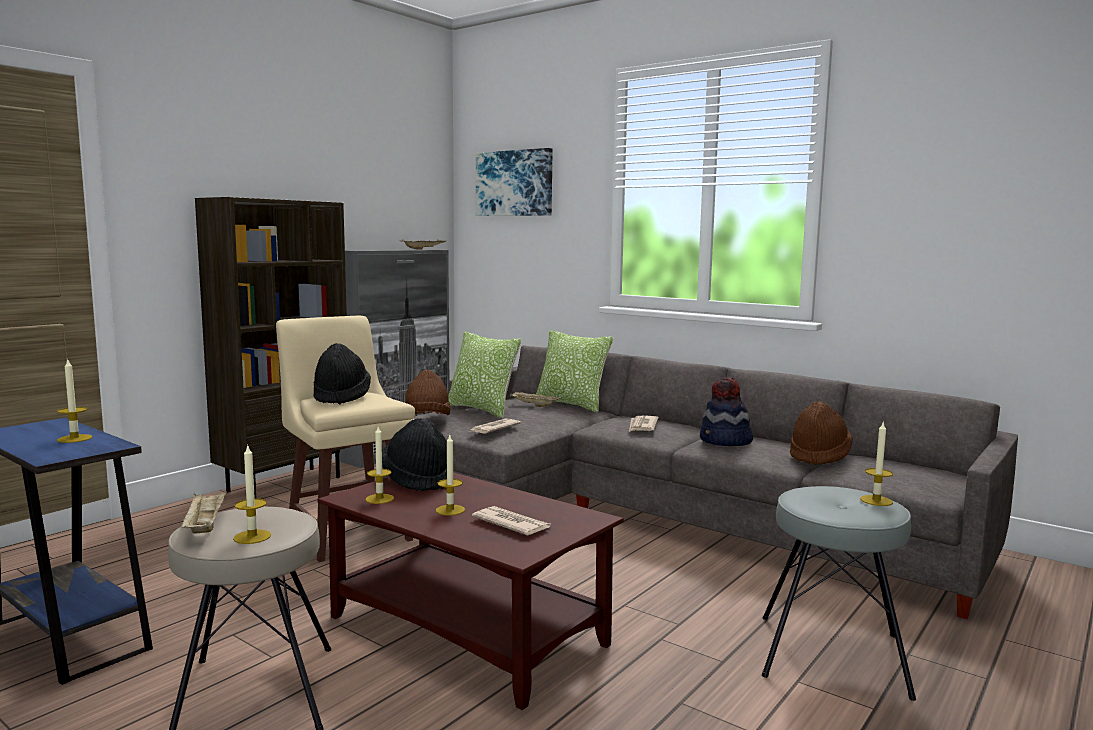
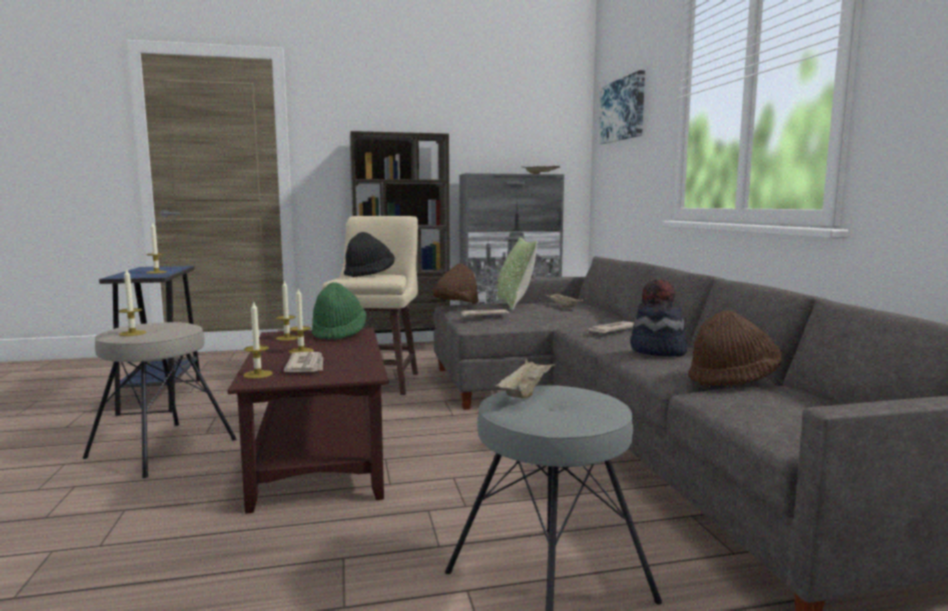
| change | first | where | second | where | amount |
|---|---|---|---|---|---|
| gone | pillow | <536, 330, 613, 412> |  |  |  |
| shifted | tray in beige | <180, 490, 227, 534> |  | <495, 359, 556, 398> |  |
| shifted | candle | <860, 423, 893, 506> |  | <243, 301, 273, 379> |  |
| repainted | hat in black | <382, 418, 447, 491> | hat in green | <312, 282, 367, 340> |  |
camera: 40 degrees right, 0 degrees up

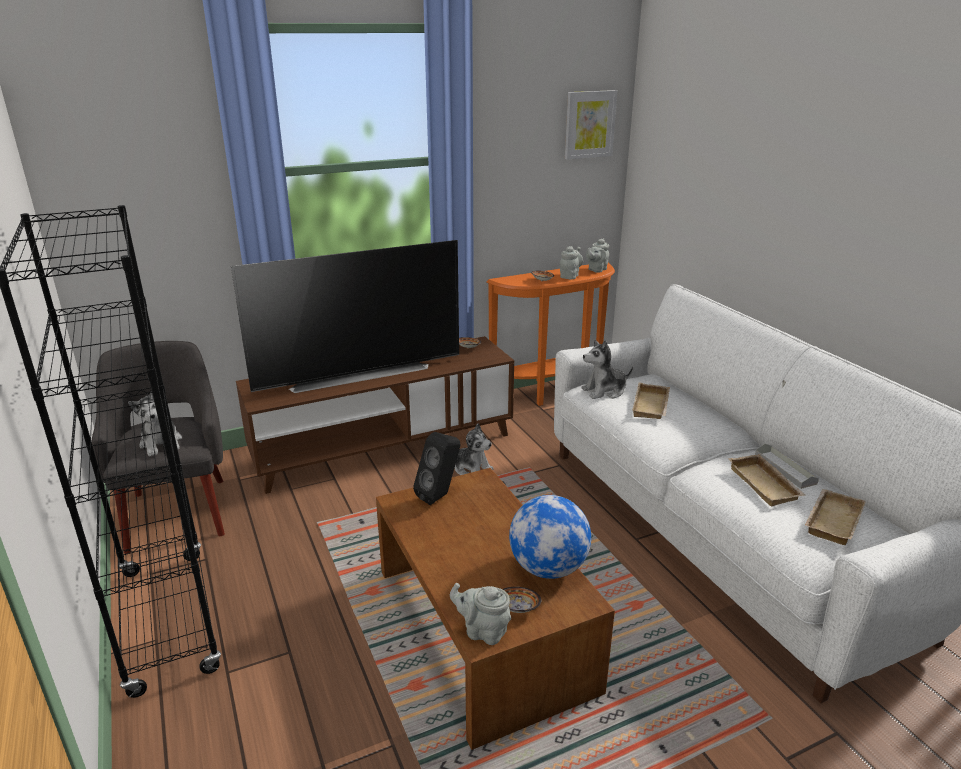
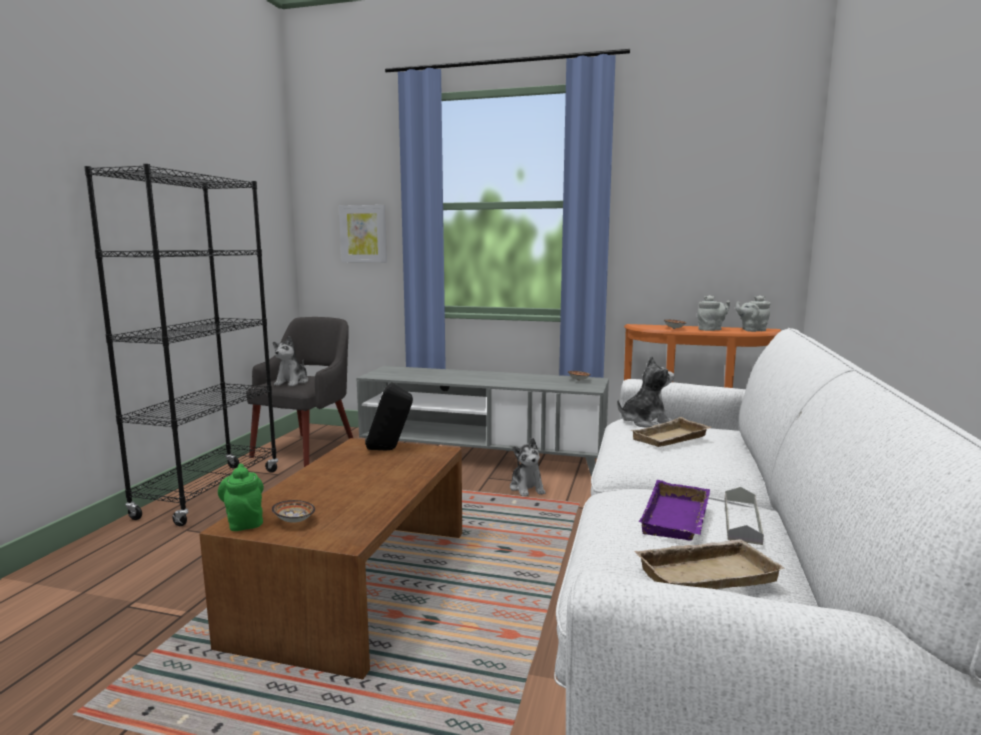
| change | first | where | second | where | amount |
|---|---|---|---|---|---|
| gone | television | <231, 240, 459, 393> |  |  |  |
| gone | globe | <509, 495, 591, 579> |  |  |  |
| shifted | picture | <565, 90, 617, 160> |  | <339, 205, 387, 263> |  |
| repainted | tv stand in brown | <236, 336, 514, 494> | tv stand in grey | <356, 366, 609, 477> |  |
| repainted | teapot in grey | <450, 583, 511, 645> | teapot in green | <218, 464, 264, 531> |  |
| repainted | tray in beige | <728, 454, 805, 507> | tray in purple | <639, 480, 710, 541> |  |
| rotated | plush toy | <581, 340, 633, 399> |  | <617, 356, 674, 428> | 135 degrees clockwise |
camera: 40 degrees right, 15 degrees down

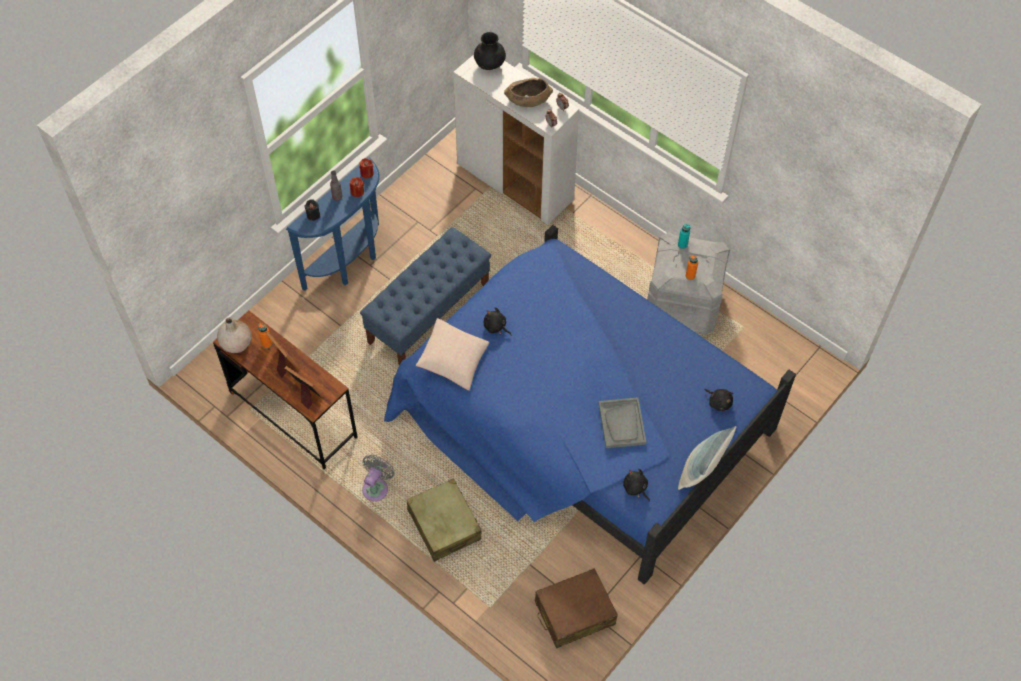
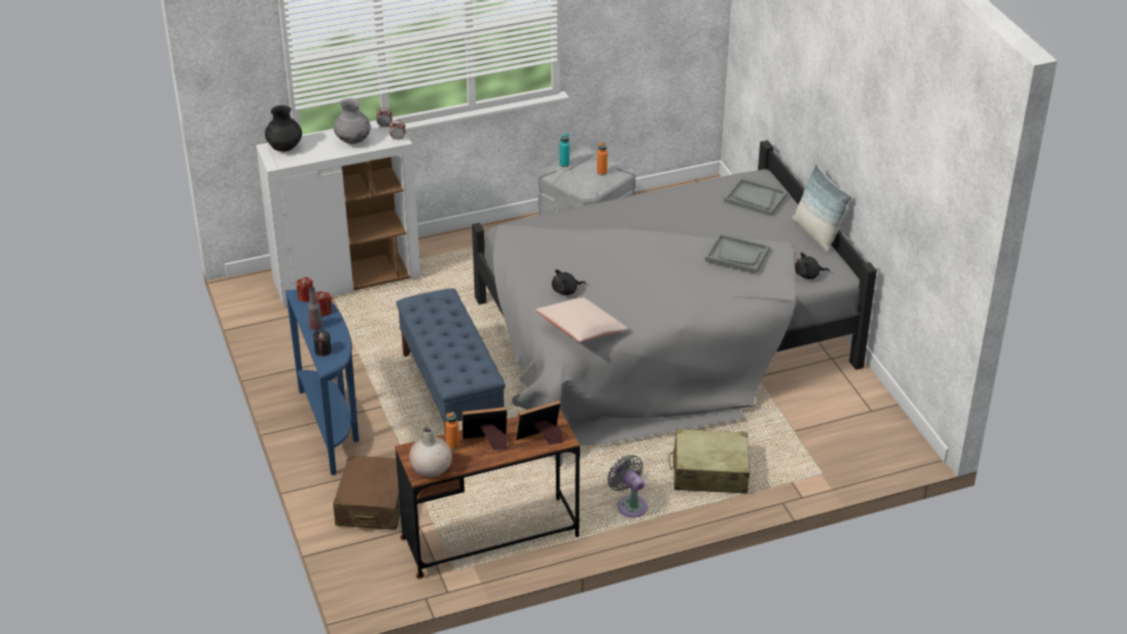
| change | first | where | second | where | amount |
|---|---|---|---|---|---|
| shifted | suitcase in brown | <535, 568, 618, 648> |  | <333, 455, 401, 530> |  |
| swapped | bowl in brown | <504, 78, 553, 107> | vase in grey | <334, 98, 371, 144> |  |
| swapped | plush toy in black | <704, 389, 733, 411> | tray in grey | <724, 178, 788, 216> |  |
| repainted | bed in blue | <384, 225, 796, 584> | bed in grey | <472, 140, 877, 466> |  |
camera: 60 degrees left, 20 degrees down

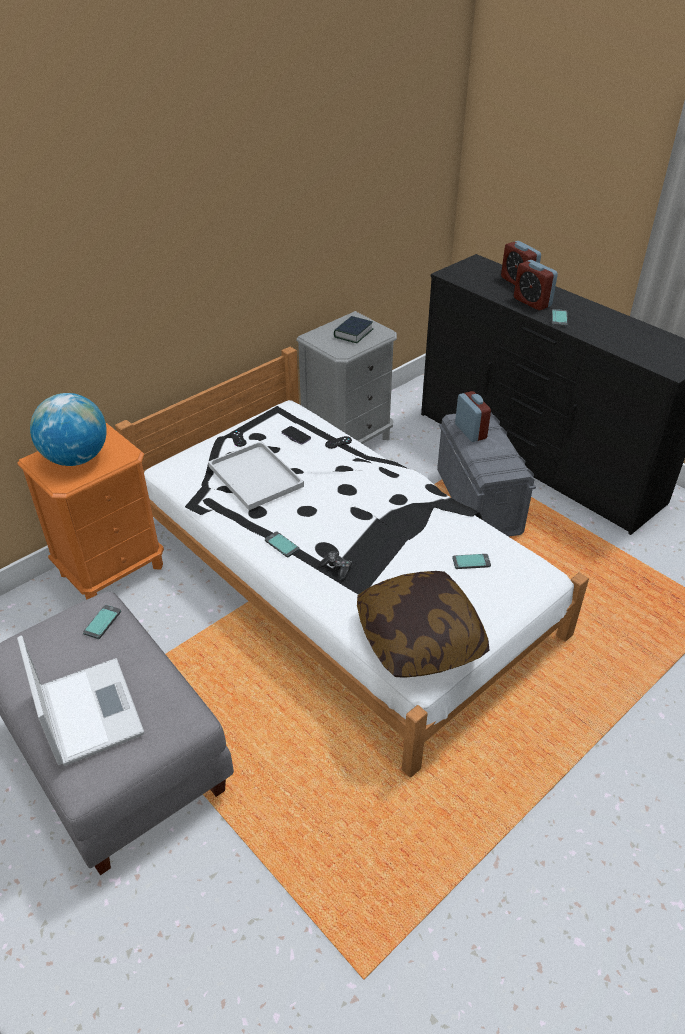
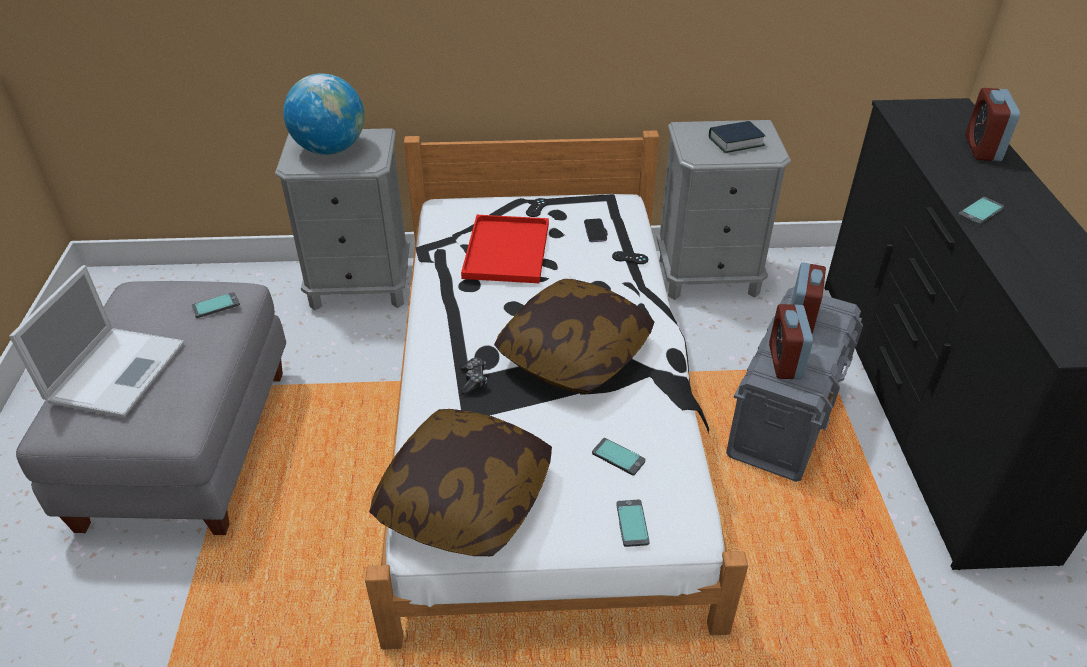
| change | first | where | second | where | amount |
|---|---|---|---|---|---|
| new |  |  | pillow | <494, 279, 654, 394> |  |
| shifted | phone | <265, 531, 299, 557> |  | <616, 500, 650, 547> |  |
| shifted | alarm clock | <514, 260, 558, 310> |  | <769, 304, 813, 379> |  |
| repainted | nightstand in orange | <17, 423, 164, 600> | nightstand in grey | <275, 128, 410, 310> |  |
| repainted | tray in white | <208, 441, 304, 510> | tray in red | <461, 215, 549, 283> |  |
camera: 40 degrees right, 0 degrees up

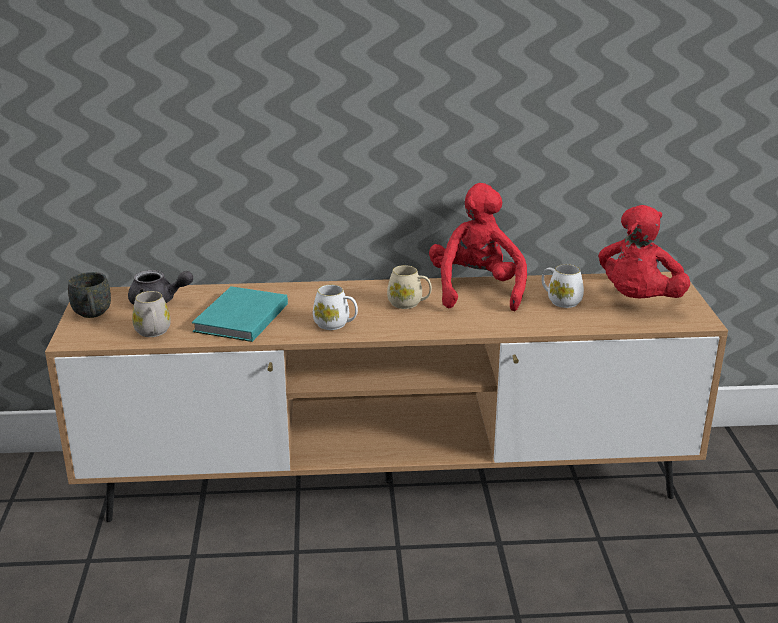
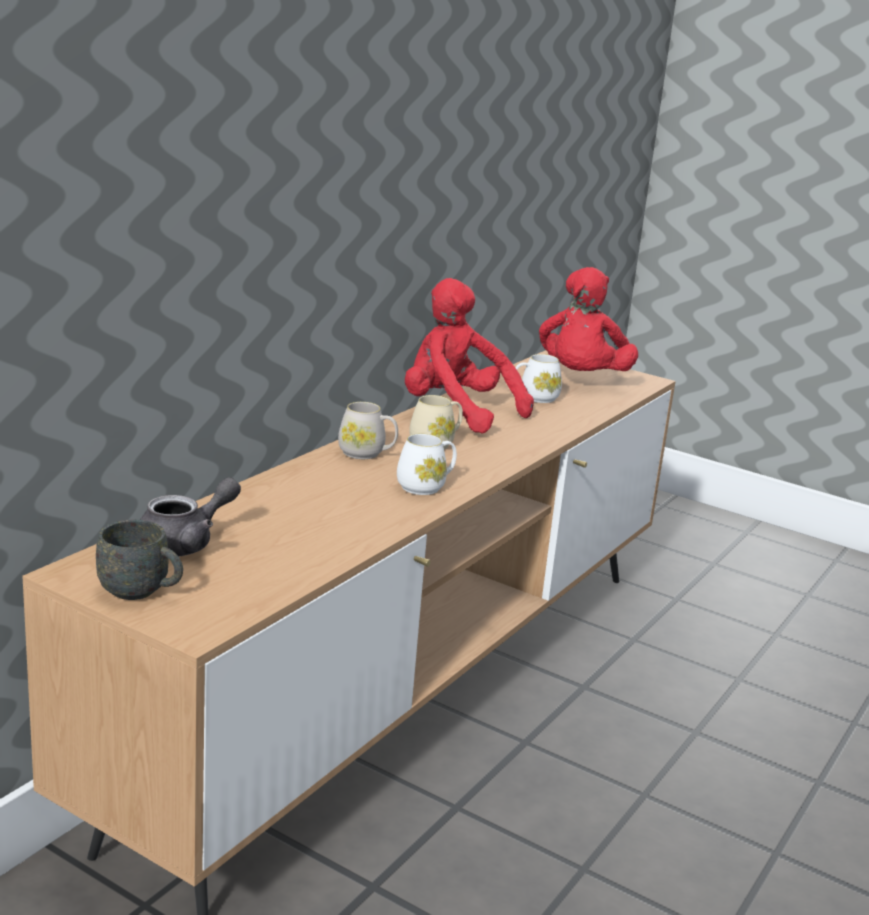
| change | first | where | second | where | amount |
|---|---|---|---|---|---|
| gone | book in turquoise | <192, 286, 288, 342> |  |  |  |
| shifted | mug in white | <132, 291, 171, 337> |  | <338, 402, 398, 459> |  |
| rotated | plush toy in red | <598, 205, 690, 299> |  | <539, 267, 638, 371> | 45 degrees clockwise |
camera: 55 degrees left, 5 degrees down

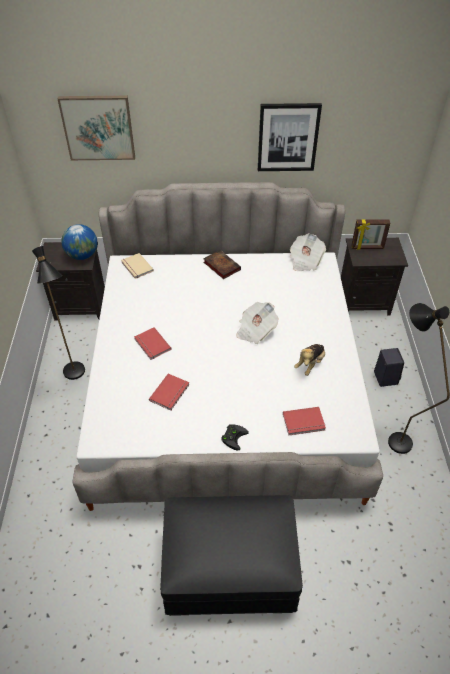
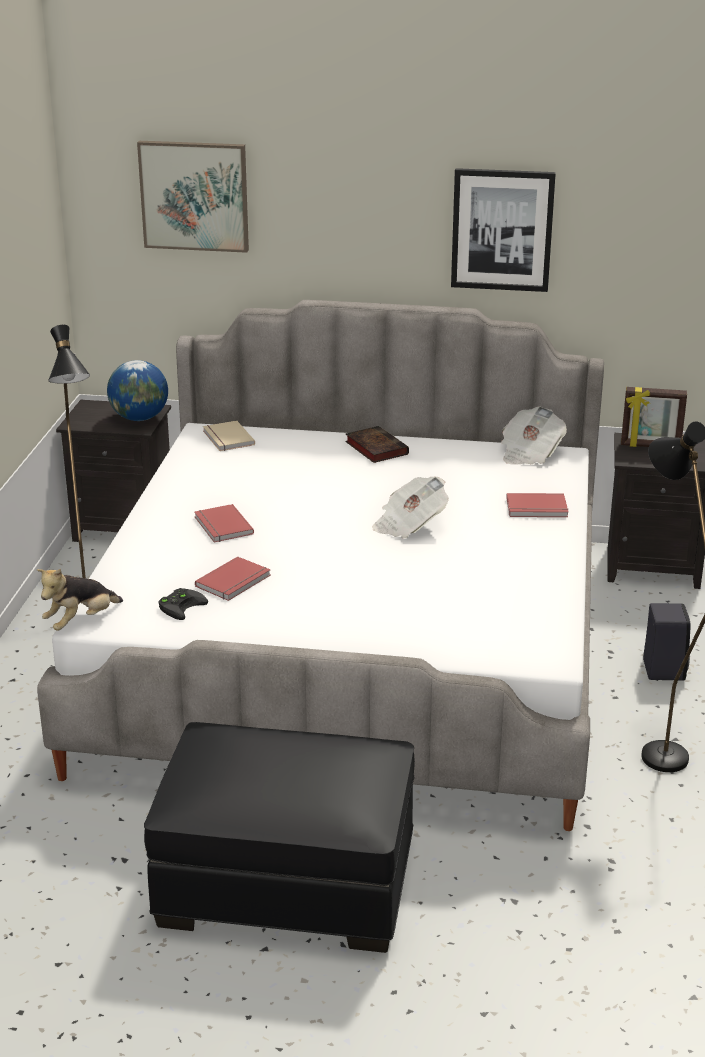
| change | first | where | second | where | amount |
|---|---|---|---|---|---|
| shifted | game controller in black | <221, 424, 249, 451> |  | <158, 588, 208, 620> |  |
| shifted | book in red | <283, 407, 326, 435> |  | <506, 493, 568, 517> |  |
| shifted | plush toy | <294, 344, 325, 376> |  | <37, 569, 123, 631> |  |
camera: 10 degrees right, 20 degrees down

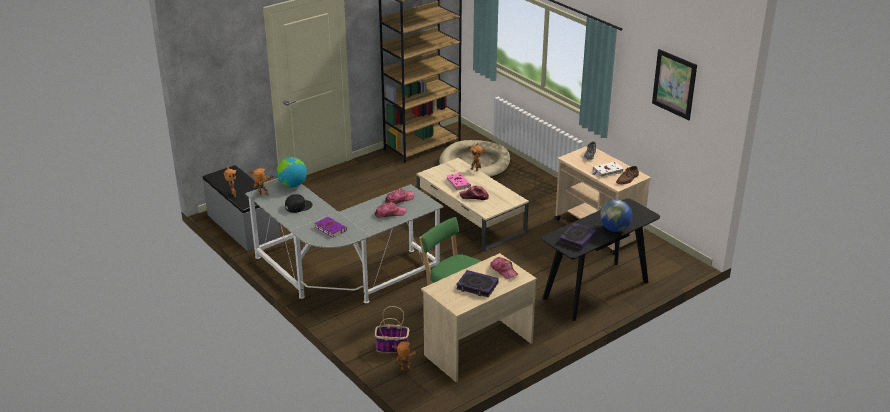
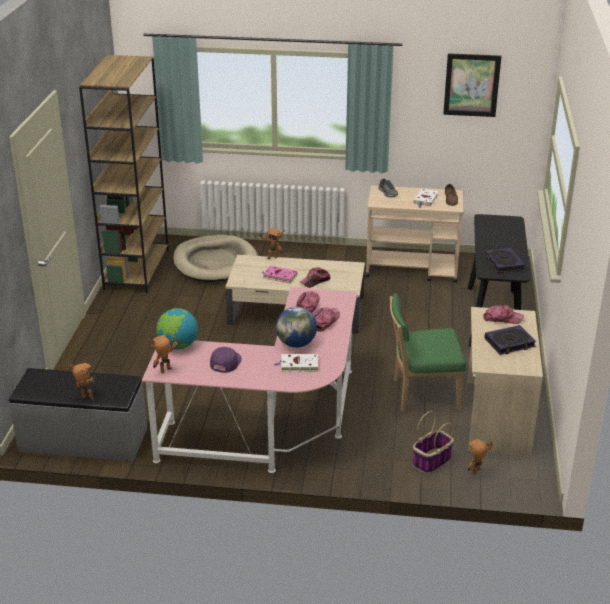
| change | first | where | second | where | amount |
|---|---|---|---|---|---|
| shifted | globe | <600, 200, 633, 232> |  | <276, 307, 317, 348> |  |
| repainted | desk in grey | <245, 182, 444, 303> | desk in pink | <142, 287, 357, 473> |  |
| repainted | cap in black | <285, 194, 313, 213> | cap in purple | <210, 347, 242, 373> |  |
| repainted | book in purple | <315, 217, 347, 237> | book in white | <274, 354, 319, 372> |  |
camera: 45 degrees left, 0 degrees up

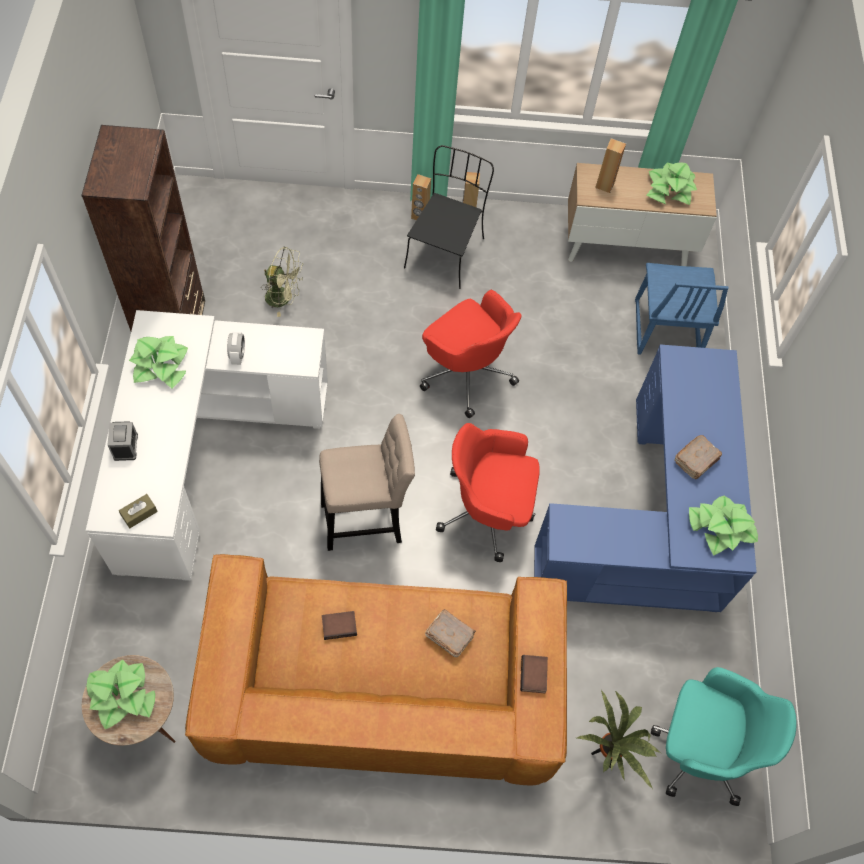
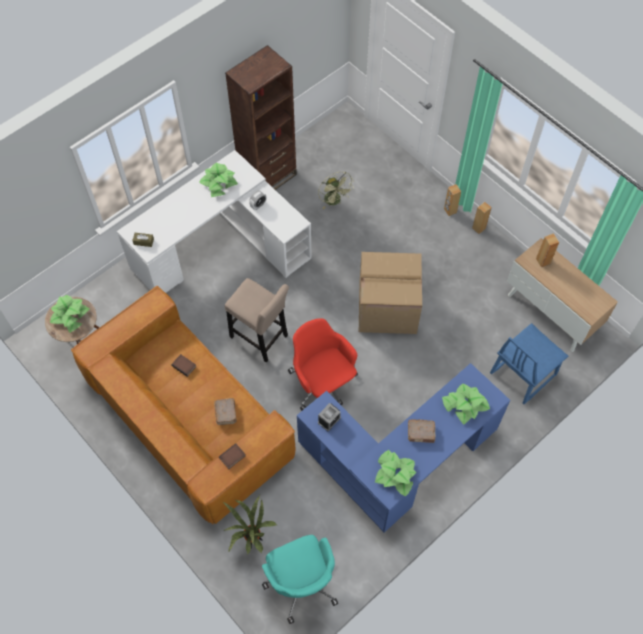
| change | first | where | second | where | amount |
|---|---|---|---|---|---|
| gone | chair in black | <404, 145, 494, 289> |  |  |  |
| shifted | alarm clock | <108, 421, 138, 461> |  | <318, 403, 341, 431> |  |
| shifted | potted plant | <647, 162, 697, 205> |  | <442, 384, 490, 425> |  |
| swapped | office chair in red | <420, 290, 522, 418> | cardboard box | <359, 252, 422, 334> |  |
camera: 50 degrees right, 0 degrees up

